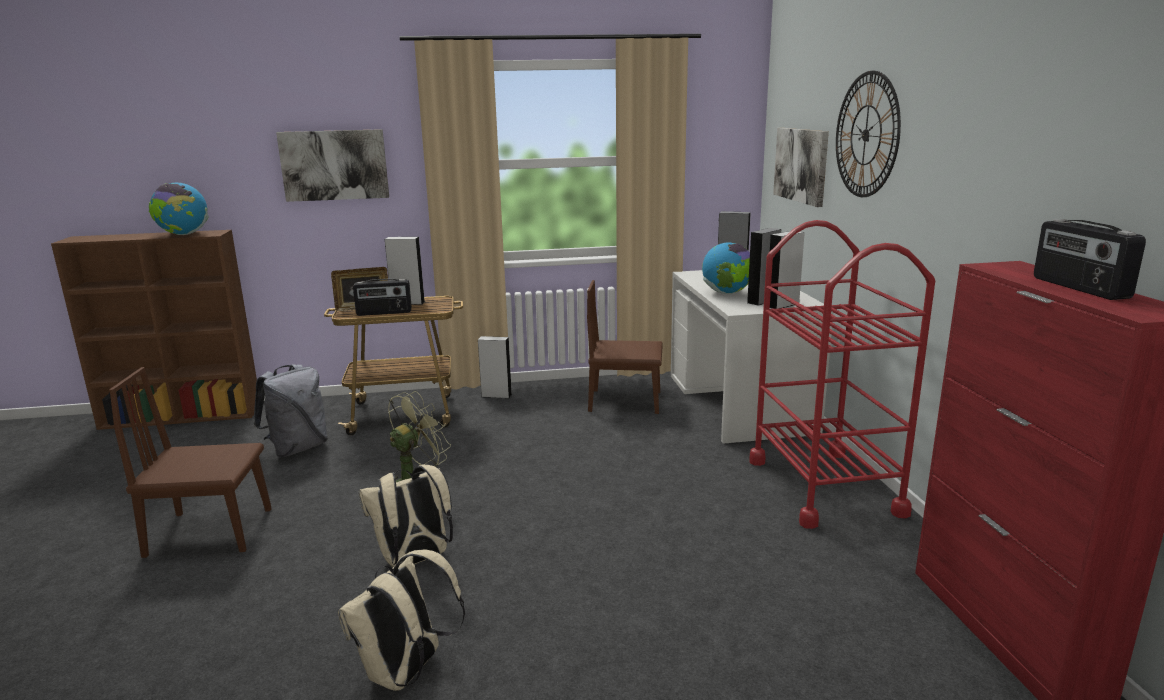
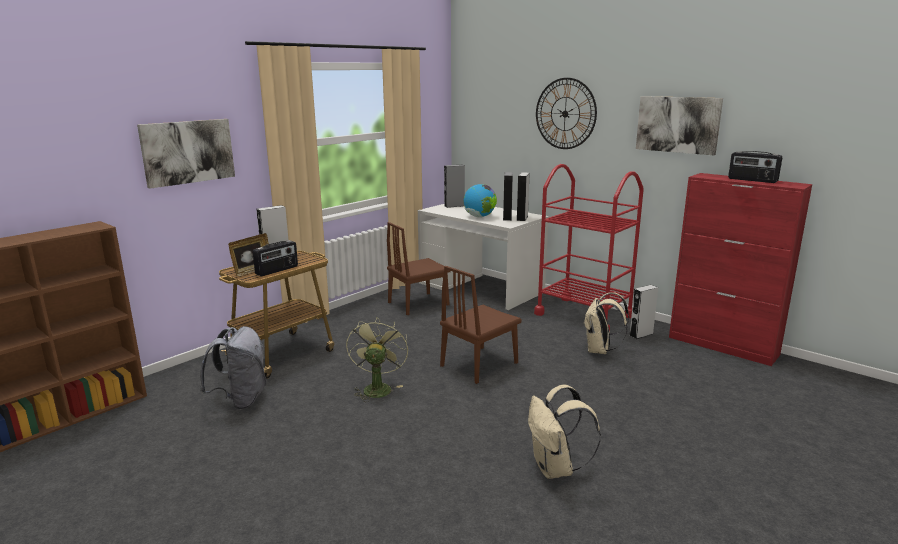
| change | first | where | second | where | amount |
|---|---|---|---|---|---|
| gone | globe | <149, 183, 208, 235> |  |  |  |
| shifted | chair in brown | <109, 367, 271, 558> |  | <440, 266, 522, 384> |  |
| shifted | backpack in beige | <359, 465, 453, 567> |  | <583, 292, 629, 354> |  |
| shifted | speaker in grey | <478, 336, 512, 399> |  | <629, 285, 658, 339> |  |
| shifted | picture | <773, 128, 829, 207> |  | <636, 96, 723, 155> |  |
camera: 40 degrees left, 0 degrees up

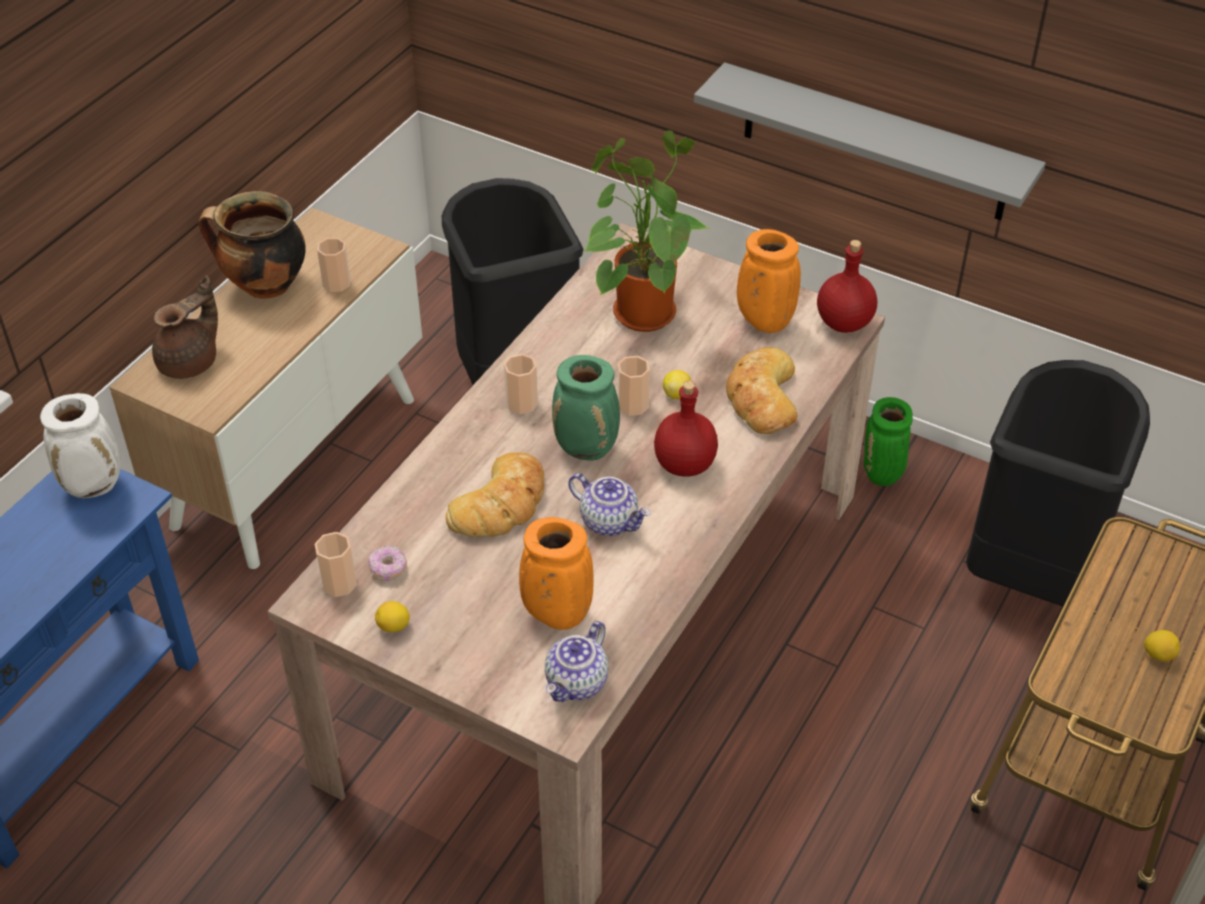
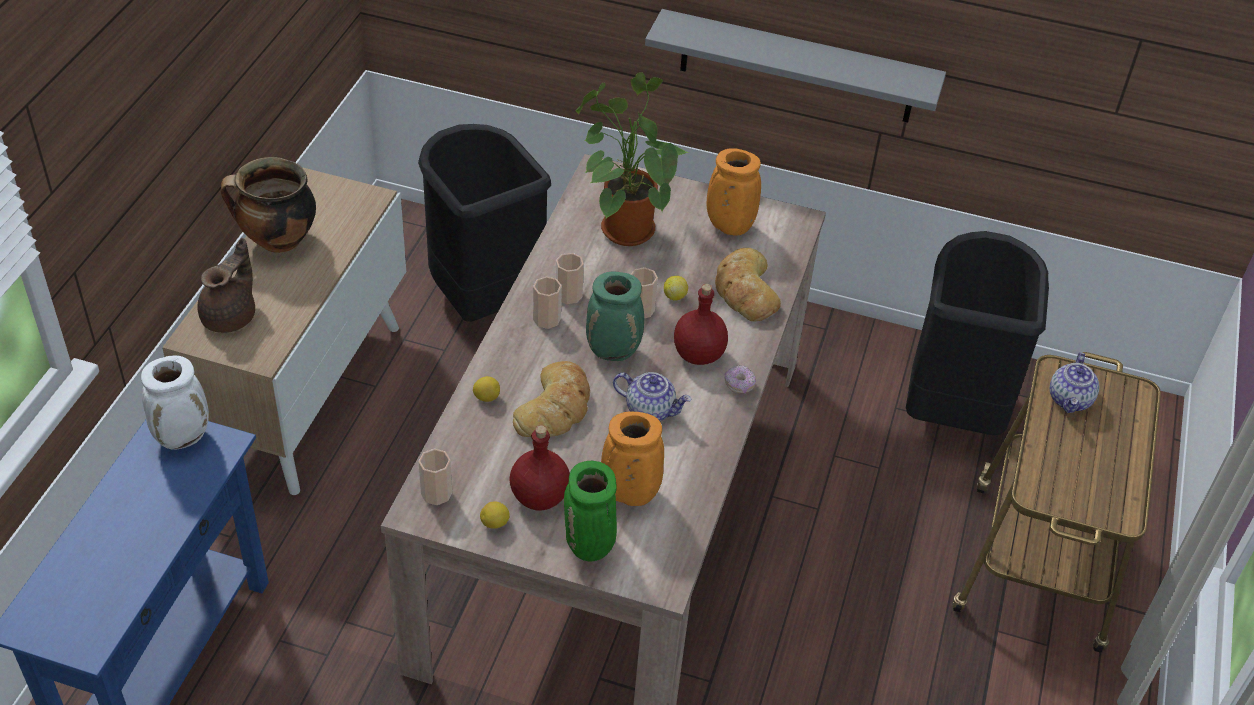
| change | first | where | second | where | amount |
|---|---|---|---|---|---|
| shifted | cup | <317, 238, 351, 292> |  | <556, 253, 584, 304> |  |
| shifted | donut | <368, 546, 407, 582> |  | <724, 365, 756, 393> |  |
| shifted | teapot | <545, 621, 608, 702> |  | <1050, 352, 1099, 413> |  |
| shifted | bottle in red | <817, 240, 877, 333> |  | <510, 425, 570, 511> |  |
| shifted | vase in green | <864, 397, 913, 486> |  | <564, 461, 617, 561> |  |
| shifted | lemon | <1144, 630, 1180, 661> |  | <473, 376, 500, 402> |  |
camera: 15 degrees left, 0 degrees up

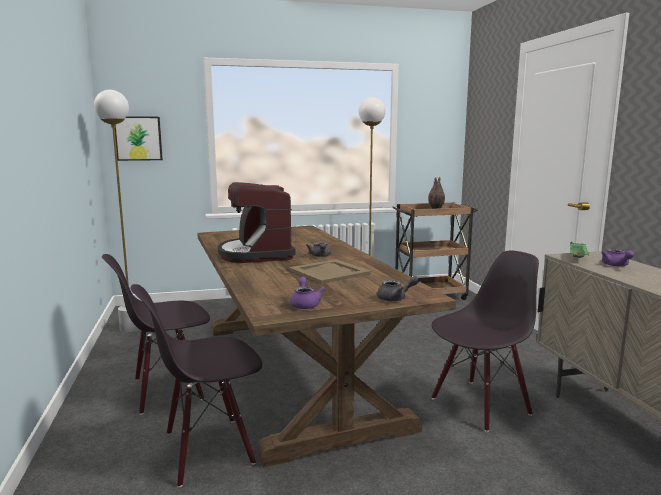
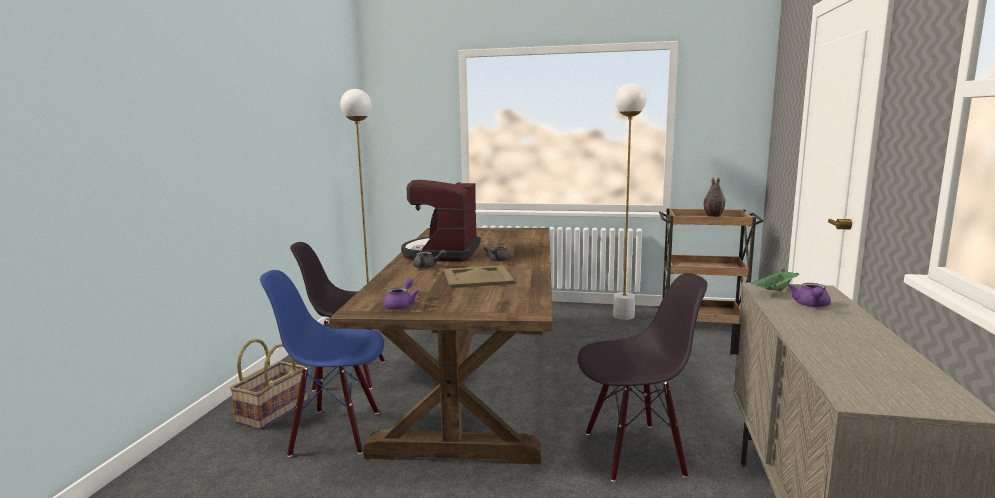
| change | first | where | second | where | amount |
|---|---|---|---|---|---|
| gone | picture | <115, 116, 163, 161> |  |  |  |
| new |  |  | basket | <230, 339, 308, 430> |  |
| shifted | teapot in grey | <377, 276, 419, 301> |  | <413, 250, 447, 268> |  |
| repainted | chair in black | <130, 284, 262, 487> | chair in blue | <260, 270, 384, 457> |  |
camera: 25 degrees right, 0 degrees up

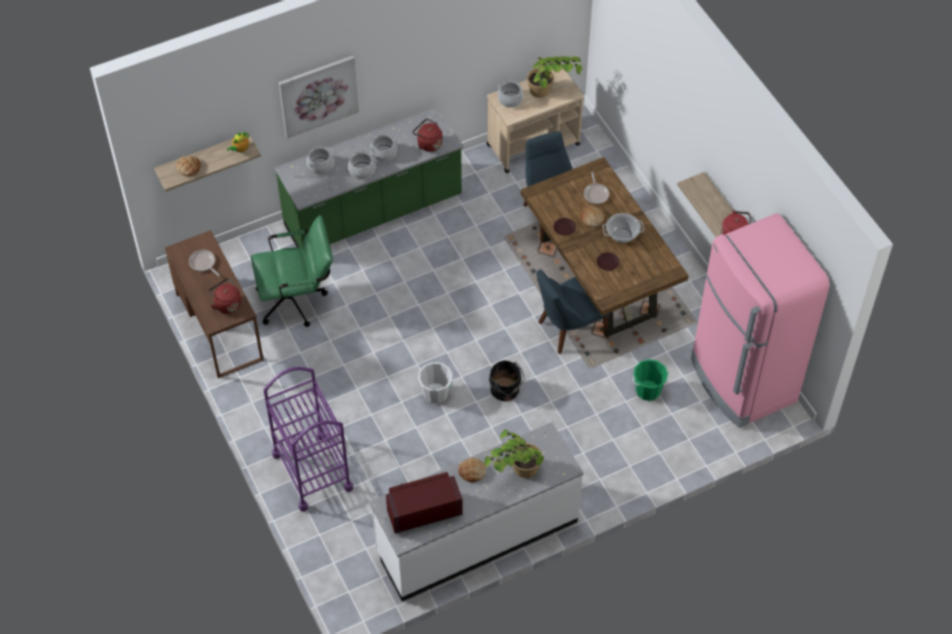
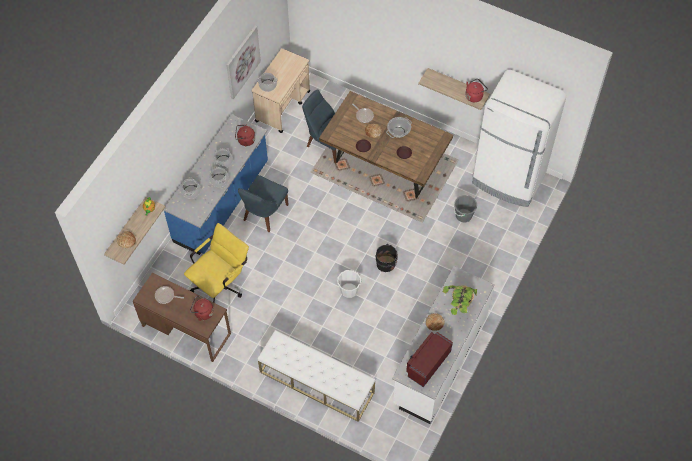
| change | first | where | second | where | amount |
|---|---|---|---|---|---|
| gone | potted plant | <527, 56, 582, 98> |  |  |  |
| shifted | picture | <279, 56, 359, 139> |  | <226, 26, 261, 99> |  |
| shifted | chair in blue | <536, 269, 610, 354> |  | <238, 175, 289, 232> |  |
| swapped | cart in purple | <264, 367, 353, 512> | bench in white | <258, 330, 375, 422> |  |
| repainted | office chair in green | <251, 215, 333, 327> | office chair in yellow | <184, 223, 249, 302> |  |
| repainted | counter in green | <275, 107, 464, 248> | counter in blue | <163, 114, 268, 255> |  |
| repainted | bucket in green | <633, 359, 668, 401> | bucket in grey | <454, 195, 477, 223> |  |
| repainted | fridge in pink | <691, 213, 829, 428> | fridge in white | <472, 70, 566, 207> |  |
camera: 35 degrees left, 5 degrees up

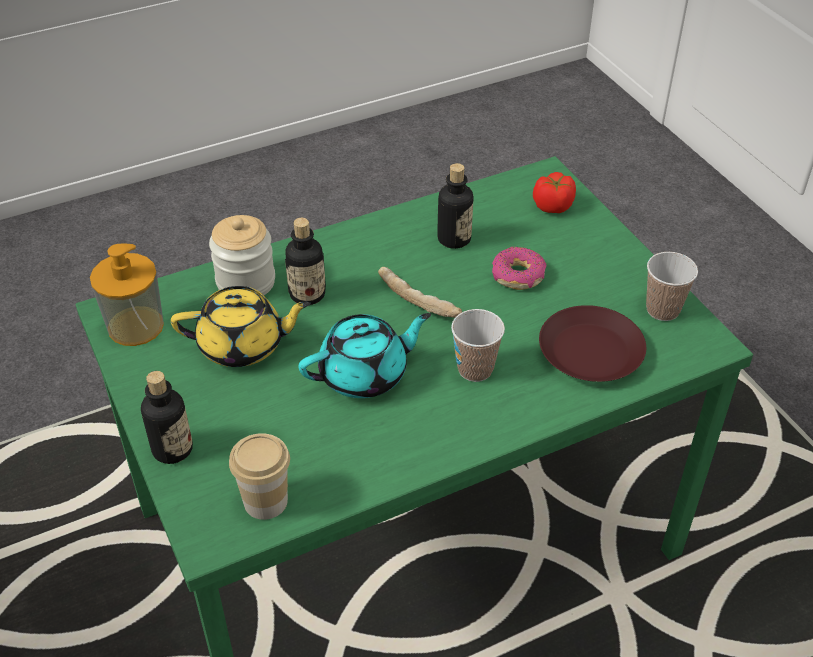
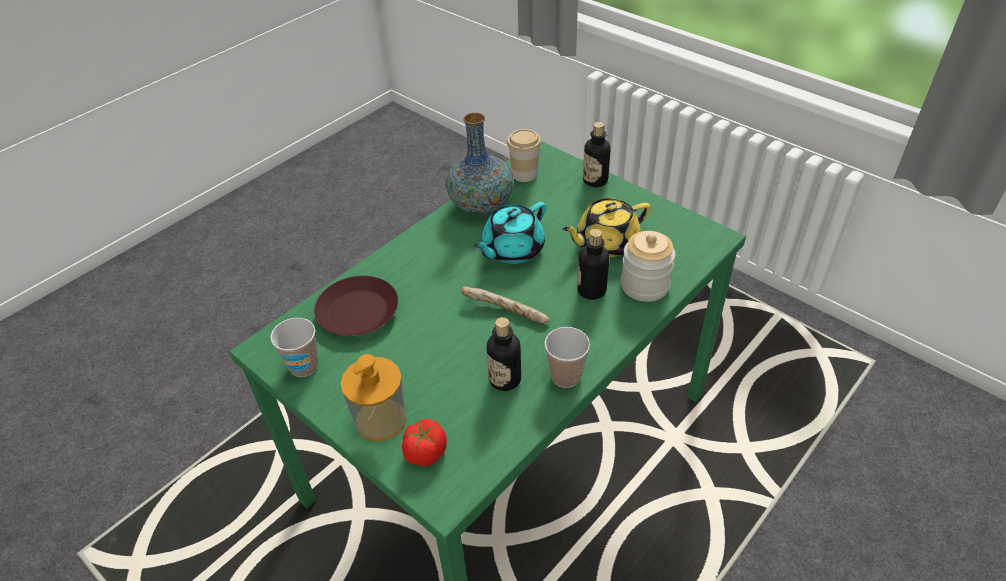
| change | first | where | second | where | amount |
|---|---|---|---|---|---|
| gone | donut | <492, 247, 546, 290> |  |  |  |
| new |  |  | vase | <446, 113, 514, 214> |  |
| shifted | soap dispenser | <90, 244, 164, 346> |  | <341, 354, 406, 441> |  |
| shifted | cup | <451, 309, 505, 382> |  | <544, 327, 590, 388> |  |
camera: 160 degrees right, 0 degrees up

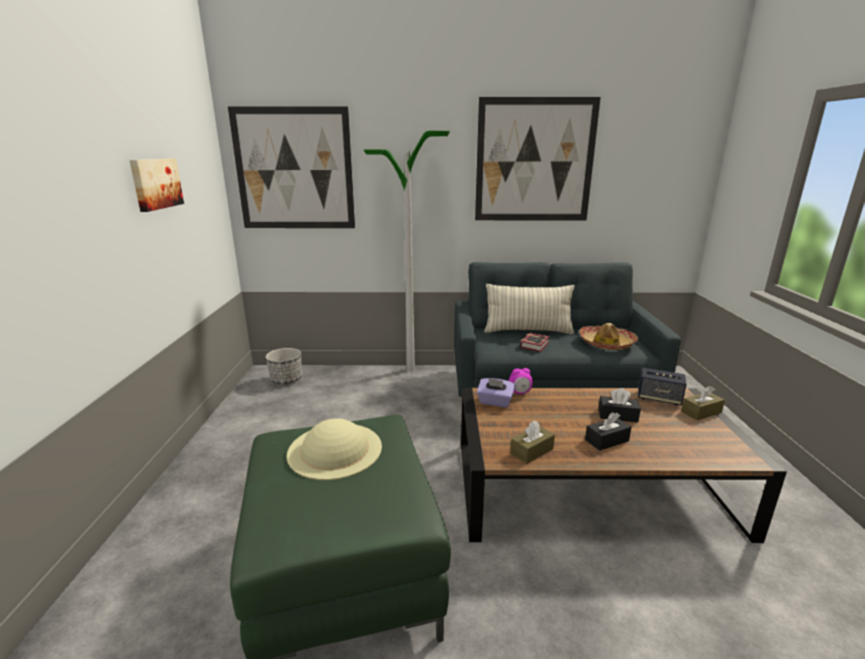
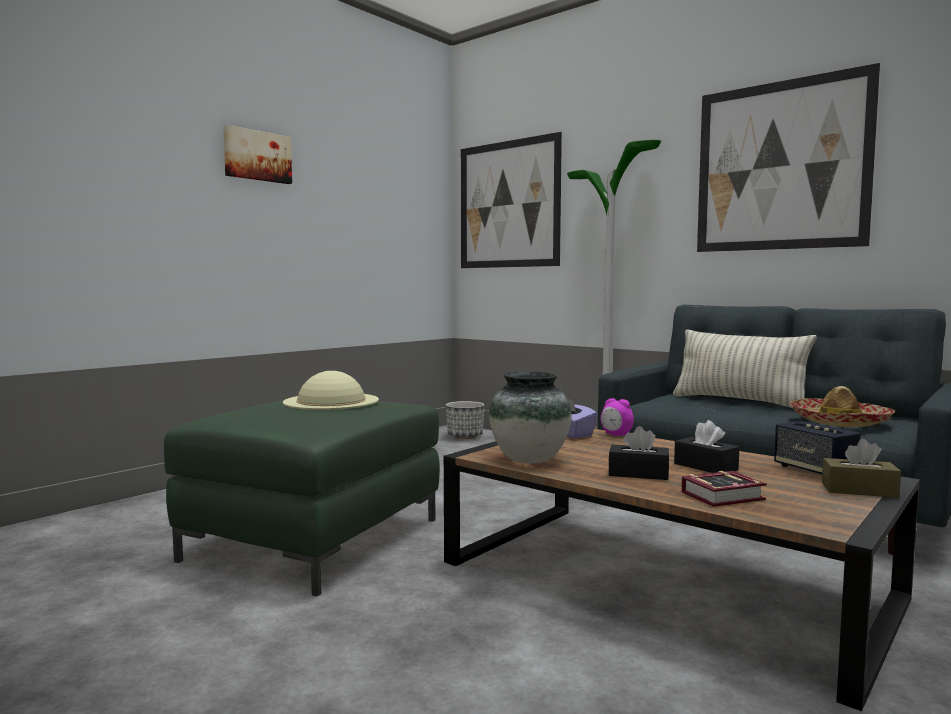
| change | first | where | second | where | amount |
|---|---|---|---|---|---|
| shifted | picture | <129, 159, 184, 212> |  | <223, 125, 292, 184> |  |
| shifted | book | <520, 333, 550, 352> |  | <681, 471, 767, 507> |  |
| swapped | tissue box in brown | <511, 421, 555, 464> | vase | <489, 371, 572, 464> |  |
camera: 40 degrees right, 15 degrees down

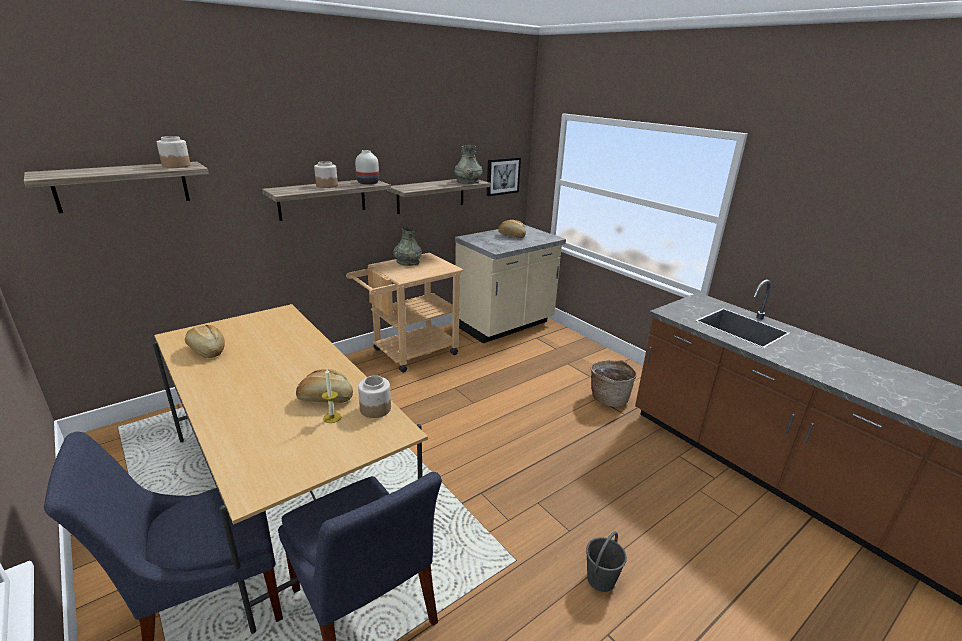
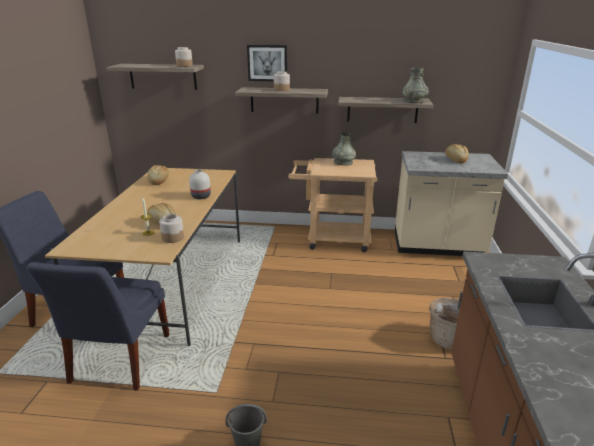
| change | first | where | second | where | amount |
|---|---|---|---|---|---|
| shifted | vase in white | <355, 150, 379, 185> |  | <189, 169, 211, 199> |  |
| shifted | picture | <487, 157, 521, 196> |  | <247, 45, 287, 81> |  |
camera: 45 degrees right, 0 degrees up

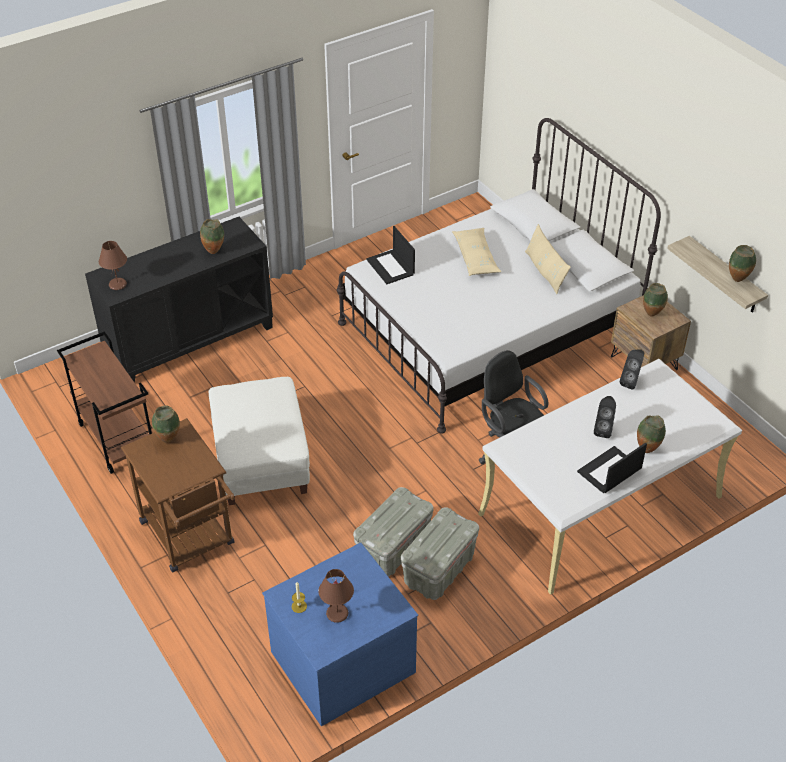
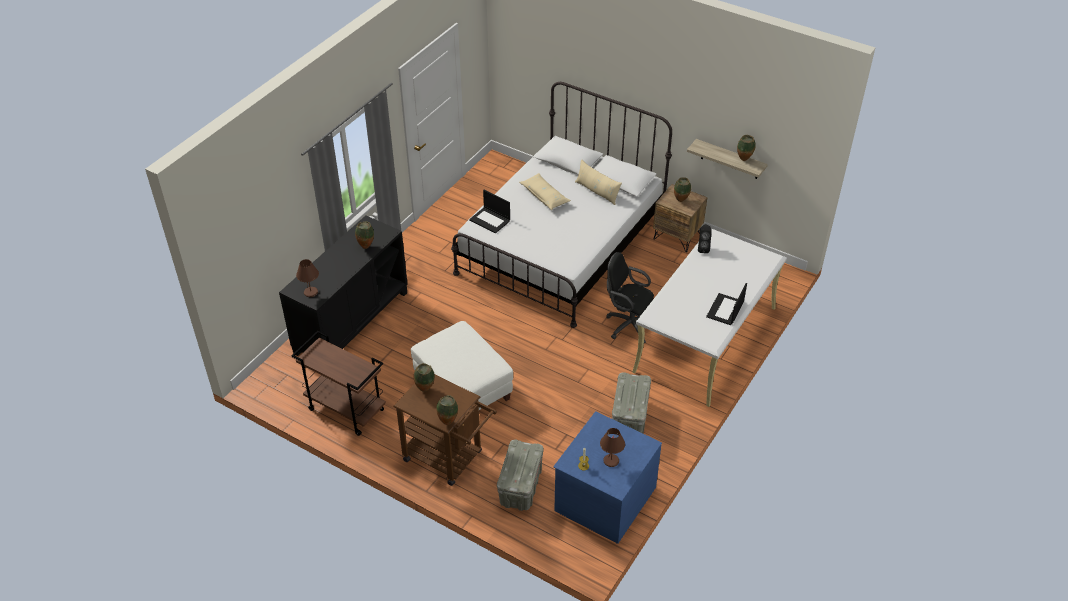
| change | first | where | second | where | amount |
|---|---|---|---|---|---|
| gone | speaker in black | <594, 396, 616, 438> |  |  |  |
| shifted | storage box in grey | <353, 487, 434, 577> |  | <497, 440, 544, 511> |  |
| shifted | vase | <637, 416, 666, 453> |  | <436, 395, 458, 425> |  |
camera: 25 degrees left, 0 degrees up

